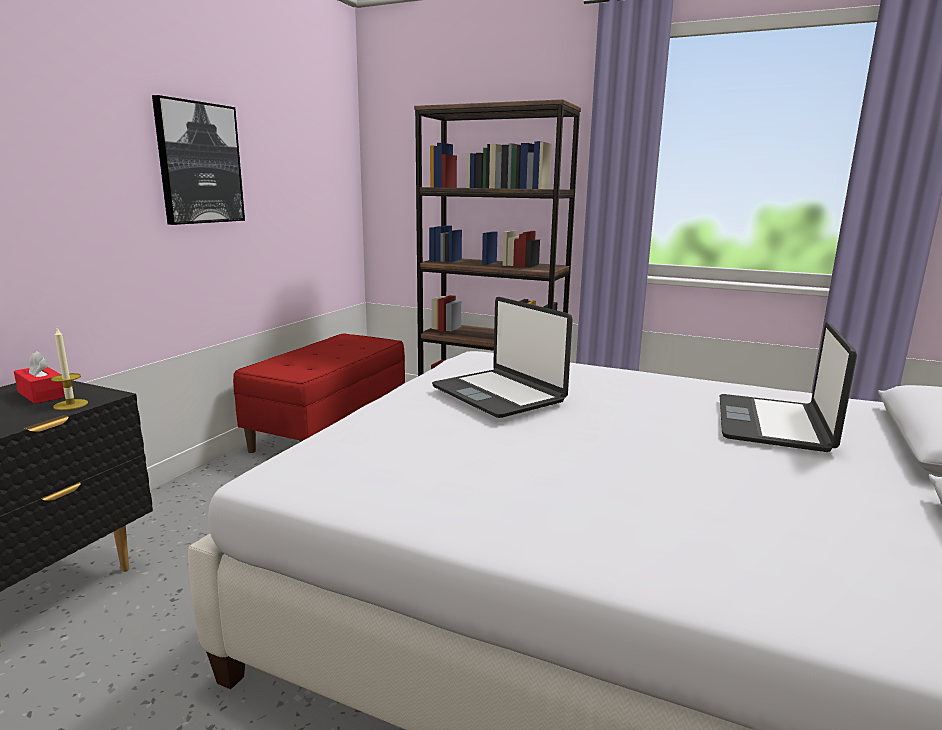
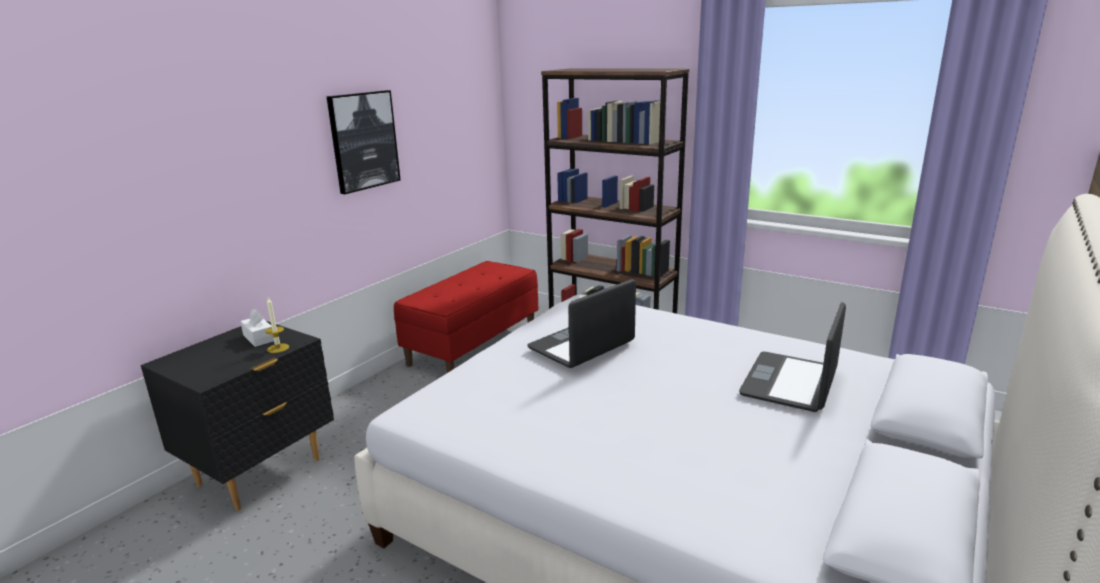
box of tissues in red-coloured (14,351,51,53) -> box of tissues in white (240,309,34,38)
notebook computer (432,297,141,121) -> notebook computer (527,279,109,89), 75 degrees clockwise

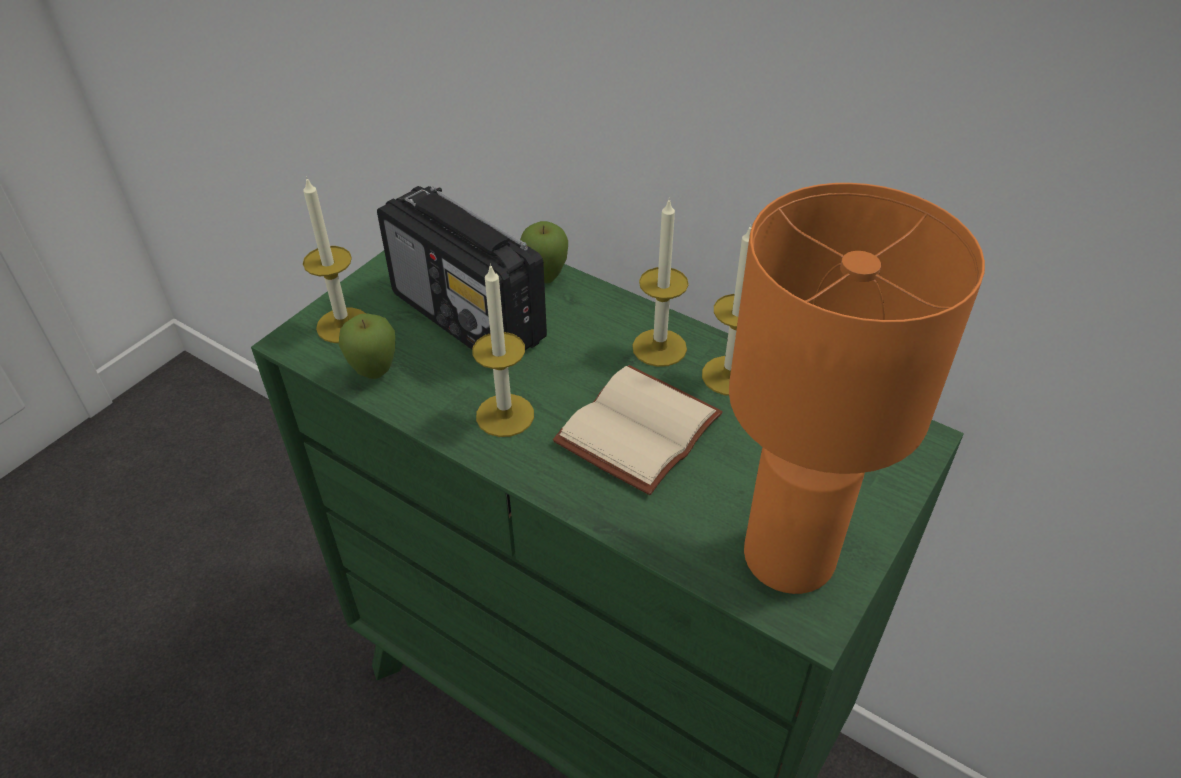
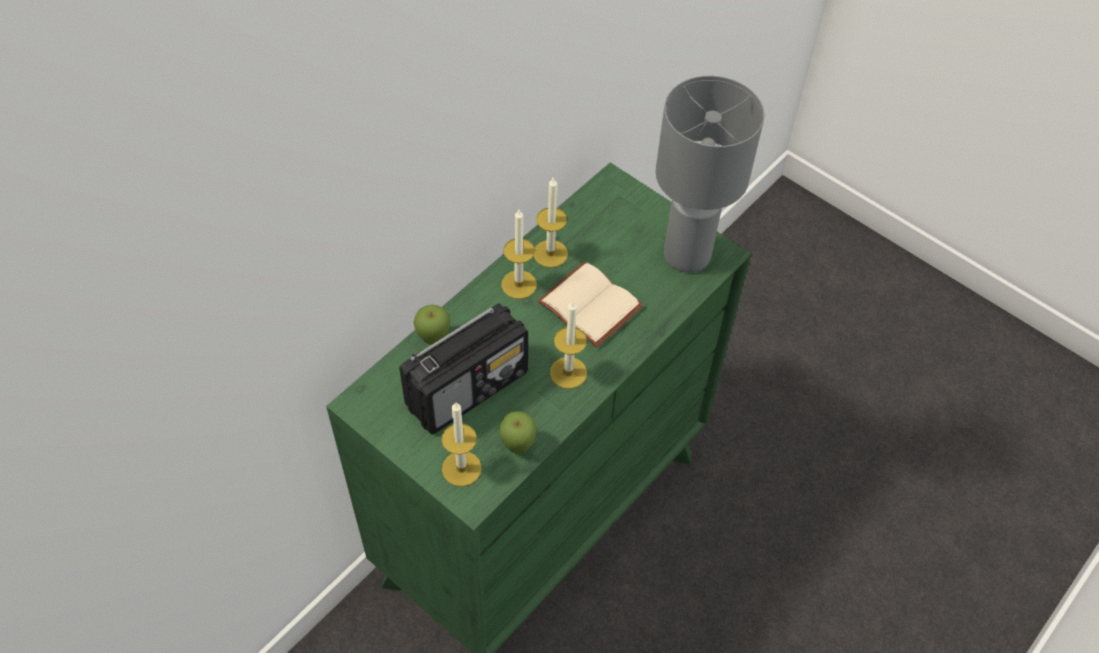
lamp for a table in orangey (729,183,256,411) -> lamp for a table in grey (656,76,108,197)

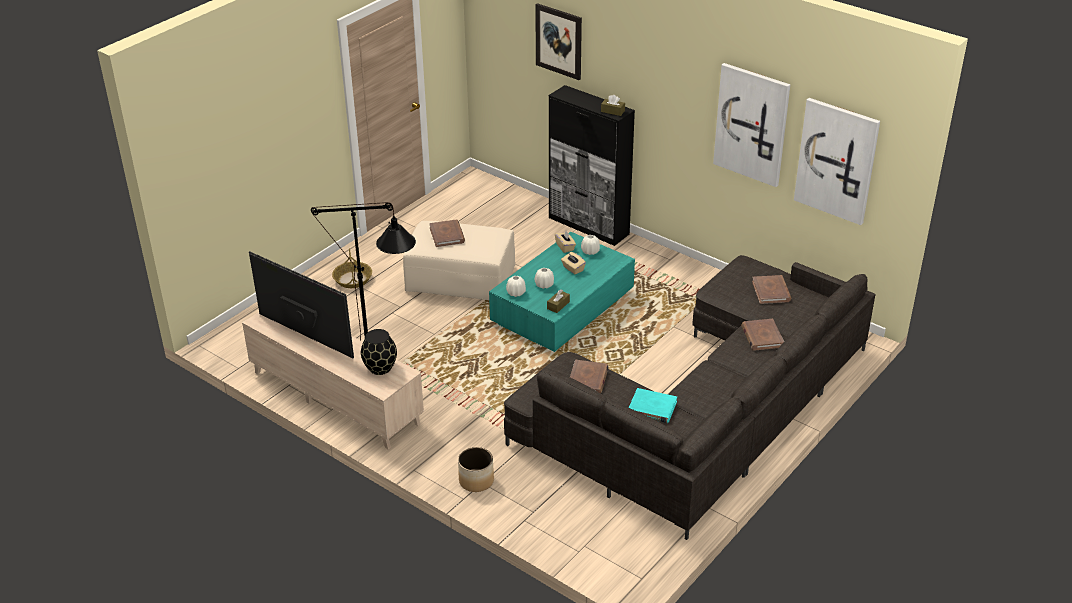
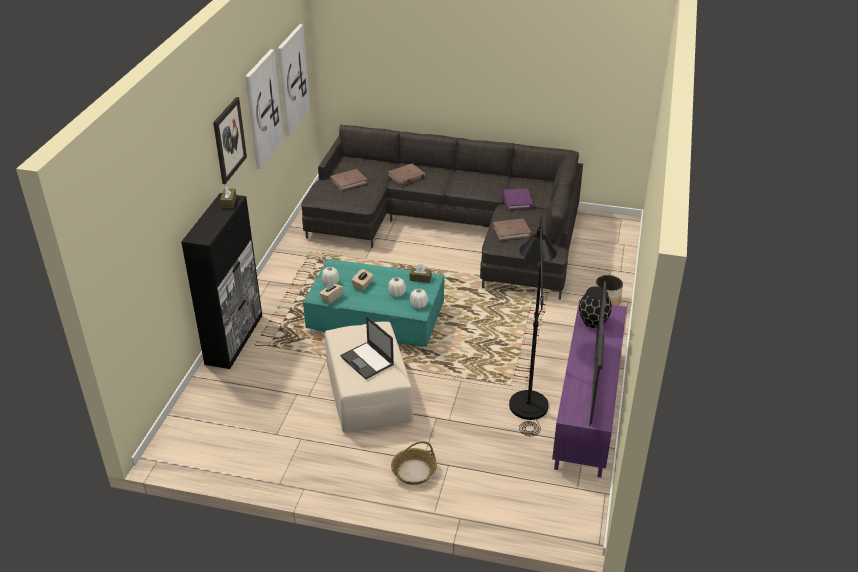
tv stand in beige (242,312,182,138) -> tv stand in purple (552,300,75,178)
book in brown (429,219,36,28) -> notebook computer (340,316,54,64)
wall art (535,3,47,77) -> wall art (213,97,34,87), moved
book in turquoise (629,388,48,35) -> book in purple (503,189,31,21)

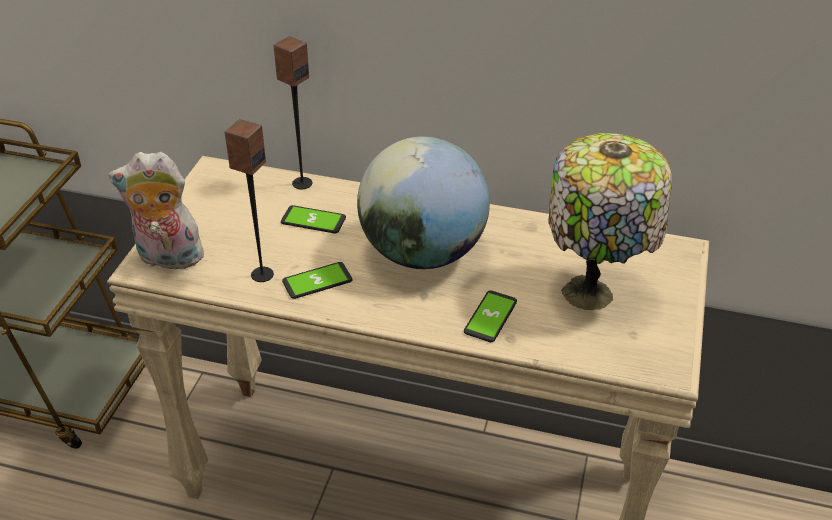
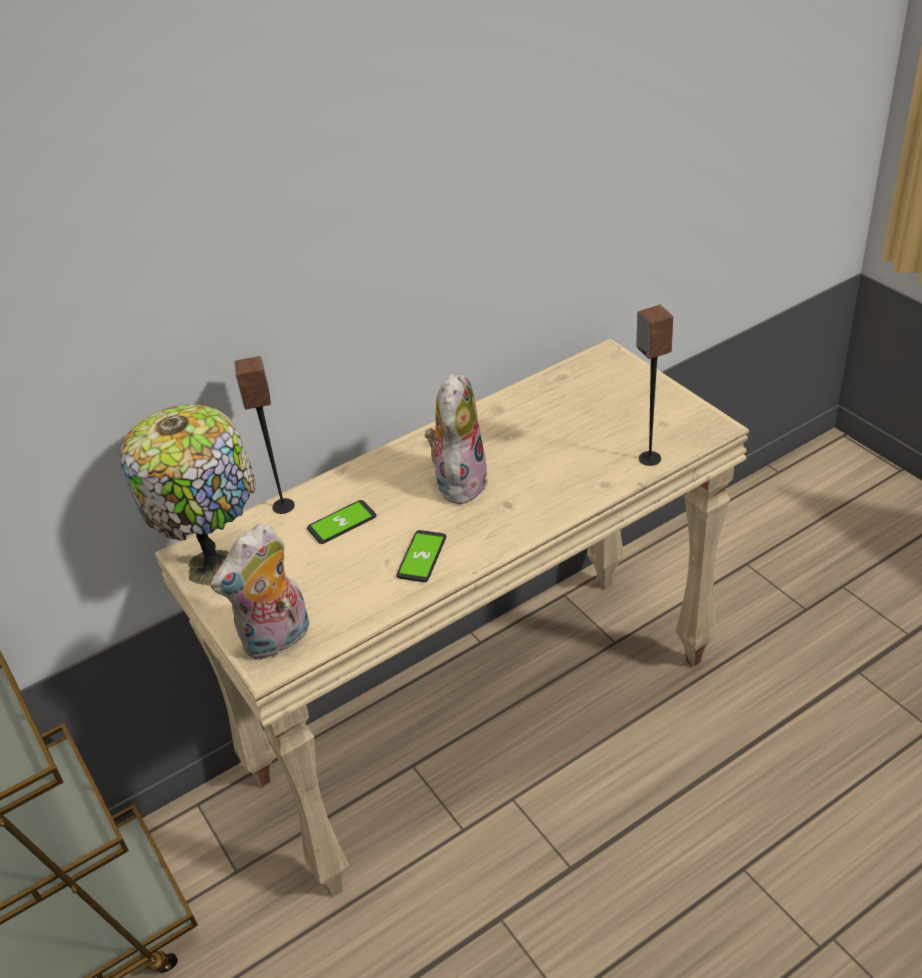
loudspeaker (224,119,50,163) -> loudspeaker (636,305,37,161), moved
desk globe (357,136,133,133) -> soft toy (425,373,63,131)
handset (464,290,53,52) -> none
lamp for a table (548,133,124,177) -> lamp for a table (120,404,136,181), moved

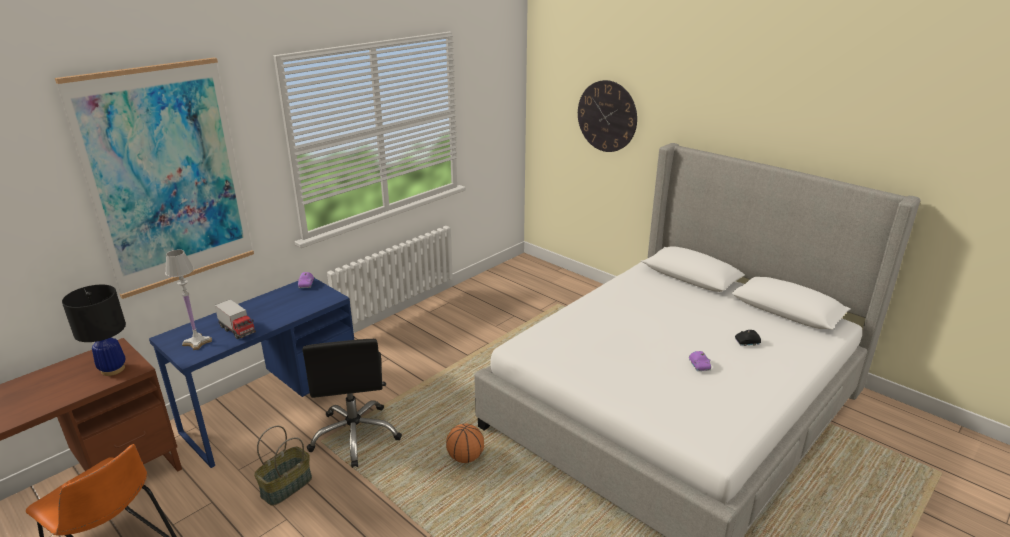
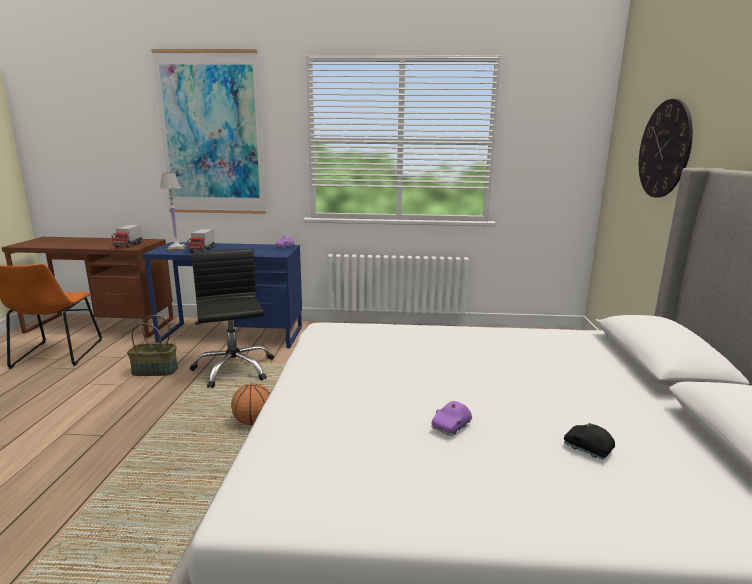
lamp for a table in blackish (62,285,64,91) -> toy truck (112,225,30,23)
computer chair in blackish (302,339,100,129) -> computer chair in blackish (190,249,84,139), 120 degrees clockwise

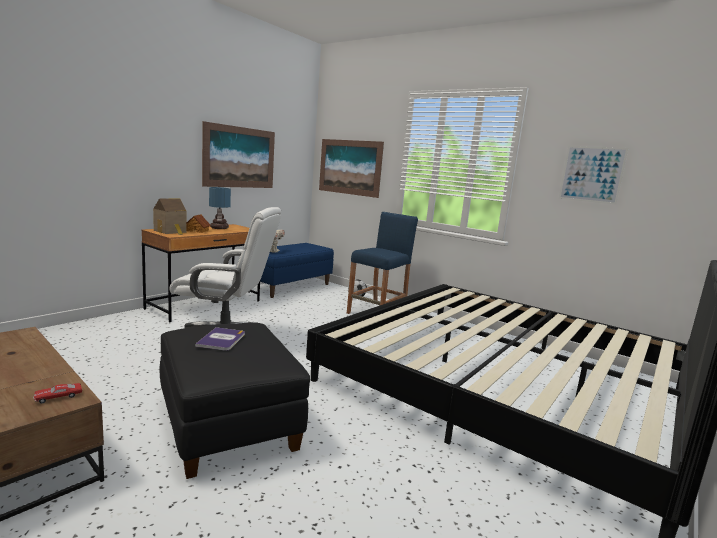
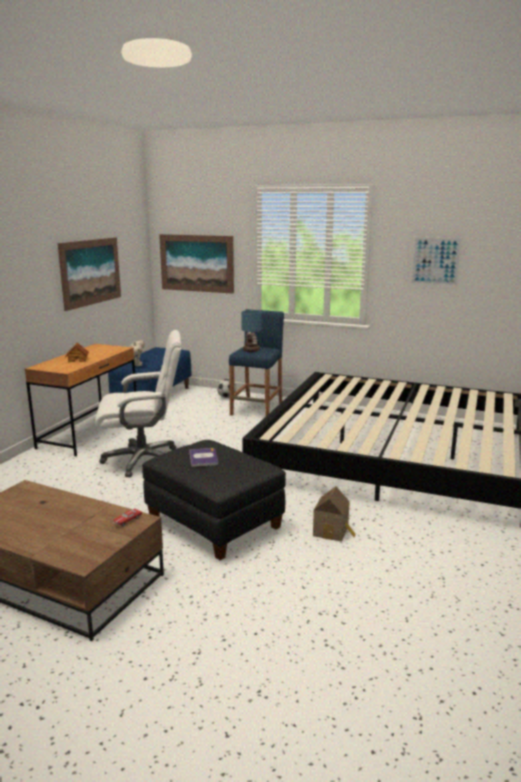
model house (153,198,34,37) -> model house (313,486,43,56), moved
lamp for a table (209,187,22,42) -> lamp for a table (241,310,21,42), moved

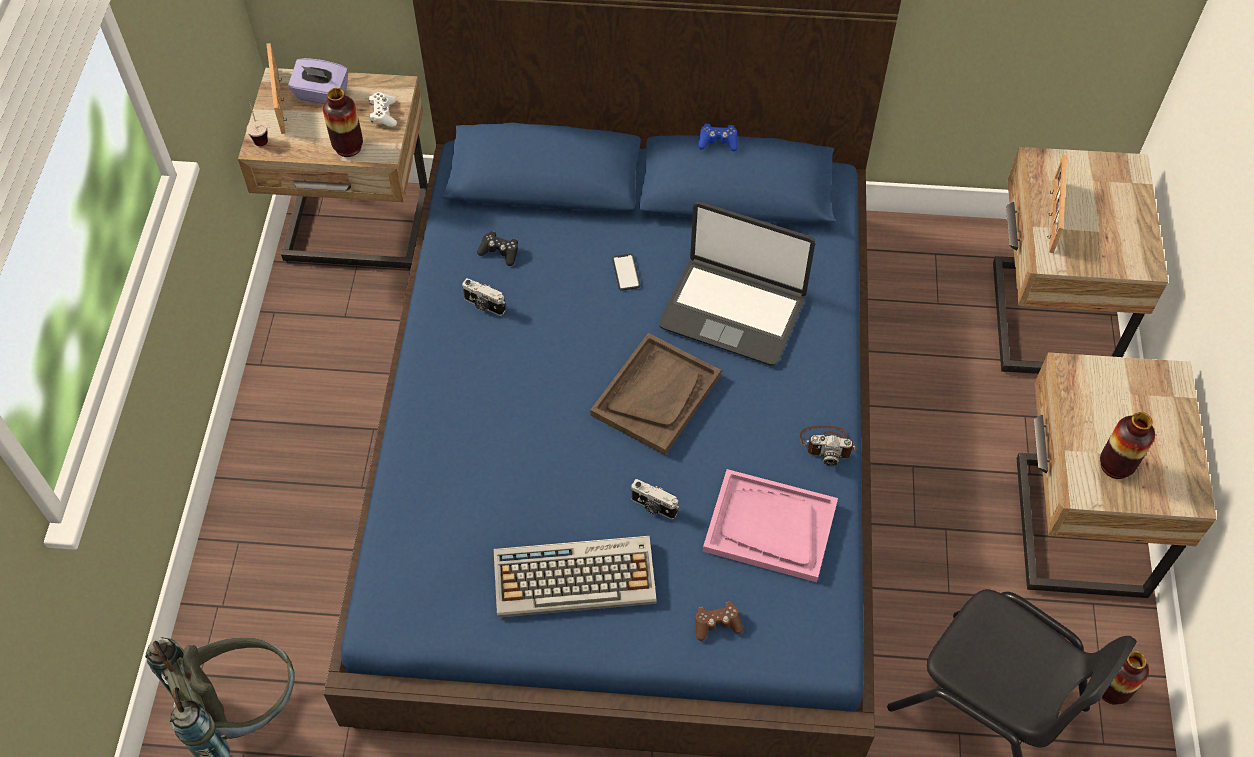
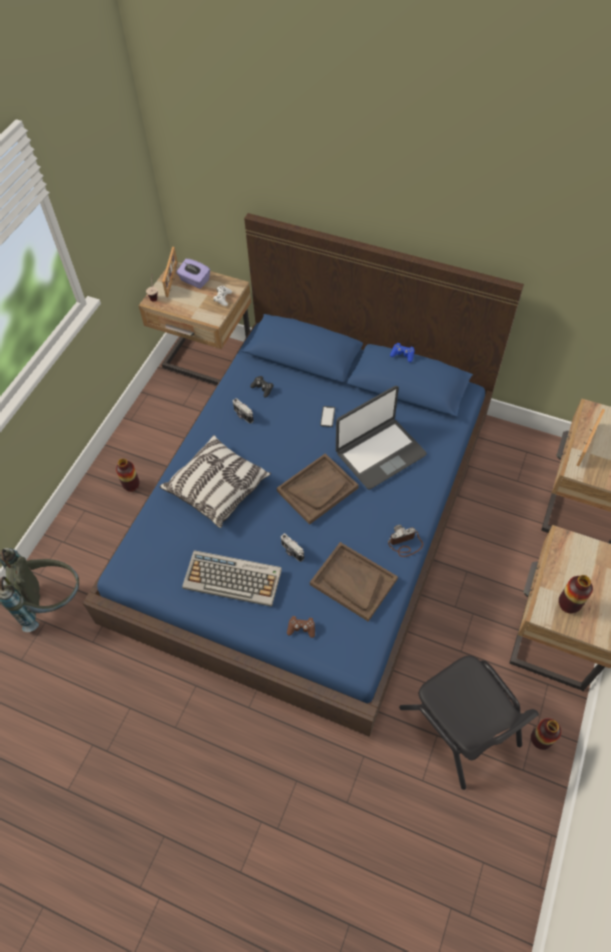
vase (323,88,40,69) -> vase (116,459,24,33), moved
notebook computer (659,202,156,164) -> notebook computer (336,386,91,104), 75 degrees counterclockwise
tray in pinkish (703,469,135,114) -> tray in brown (310,542,88,79)
still camera (800,426,56,40) -> still camera (388,525,35,32), 135 degrees clockwise
none -> pillow (160,435,111,93)

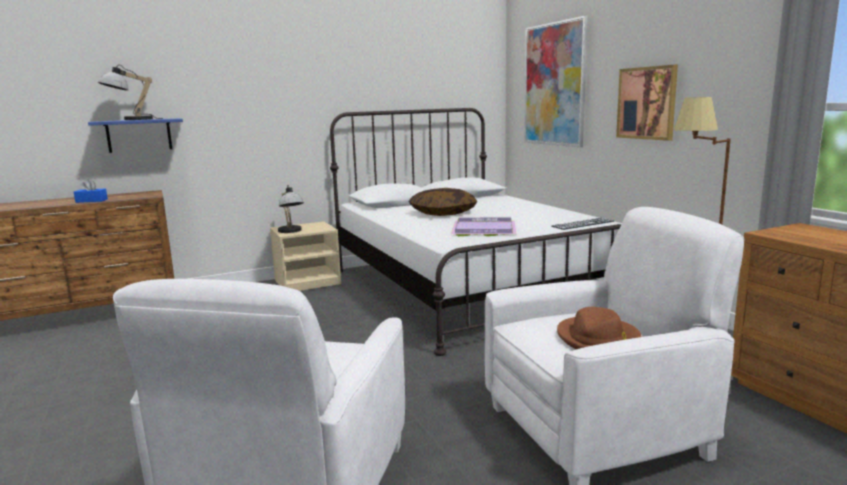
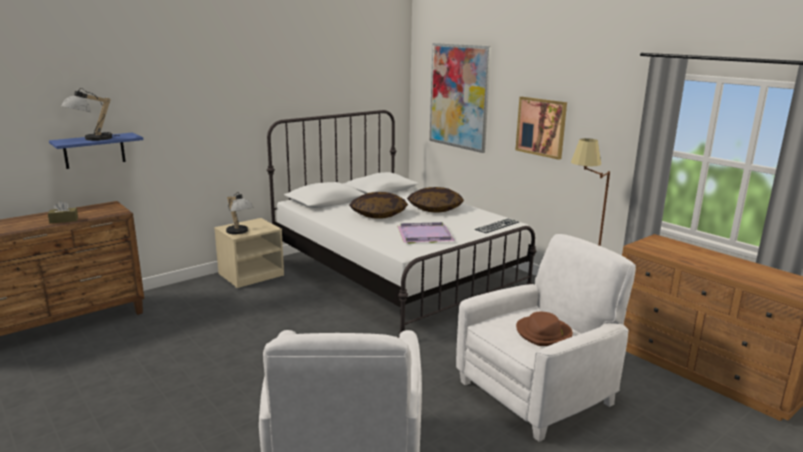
box of tissues in blue-coloured (74,179,34,24) -> box of tissues in brown (48,201,30,22)
none -> pillow (407,187,57,25)

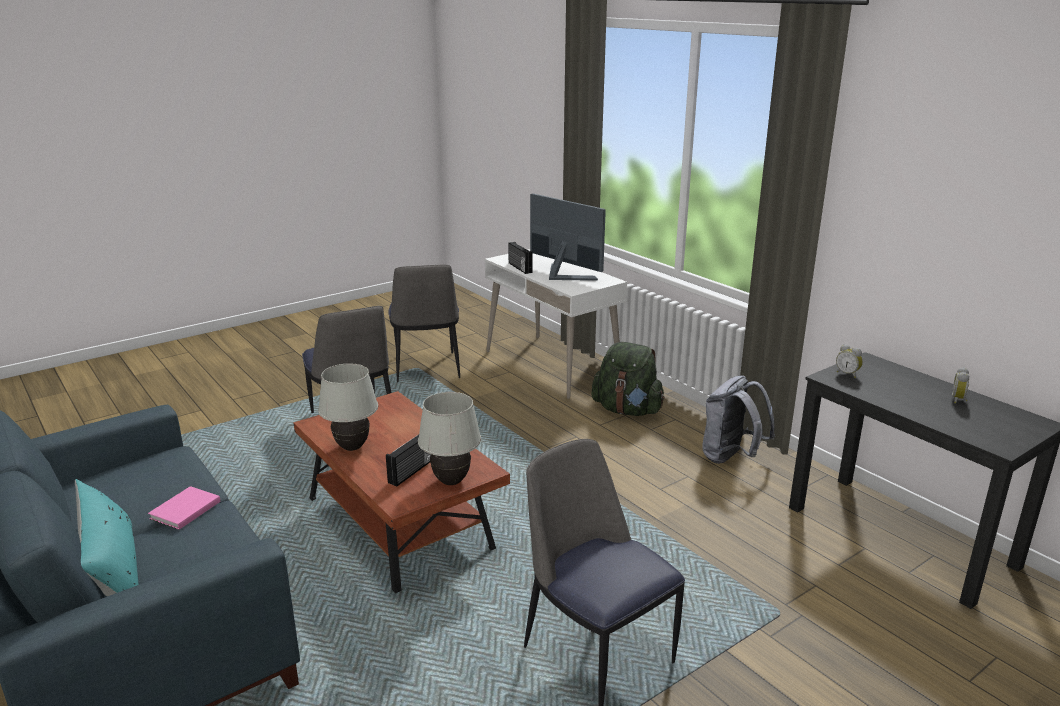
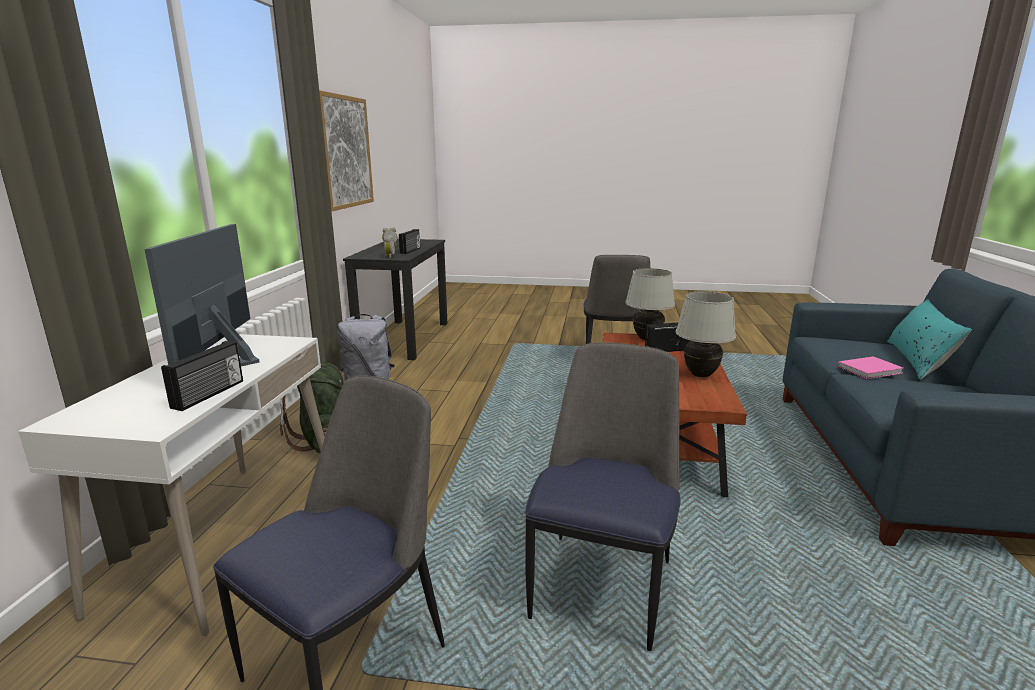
none -> wall art (319,90,55,122)
none -> radio receiver (399,229,21,25)

